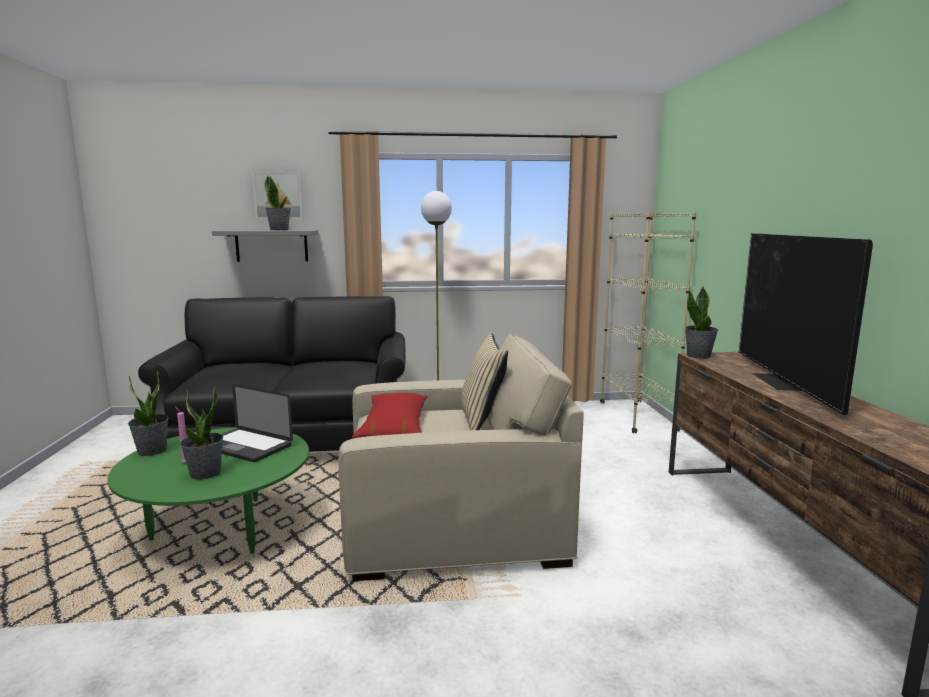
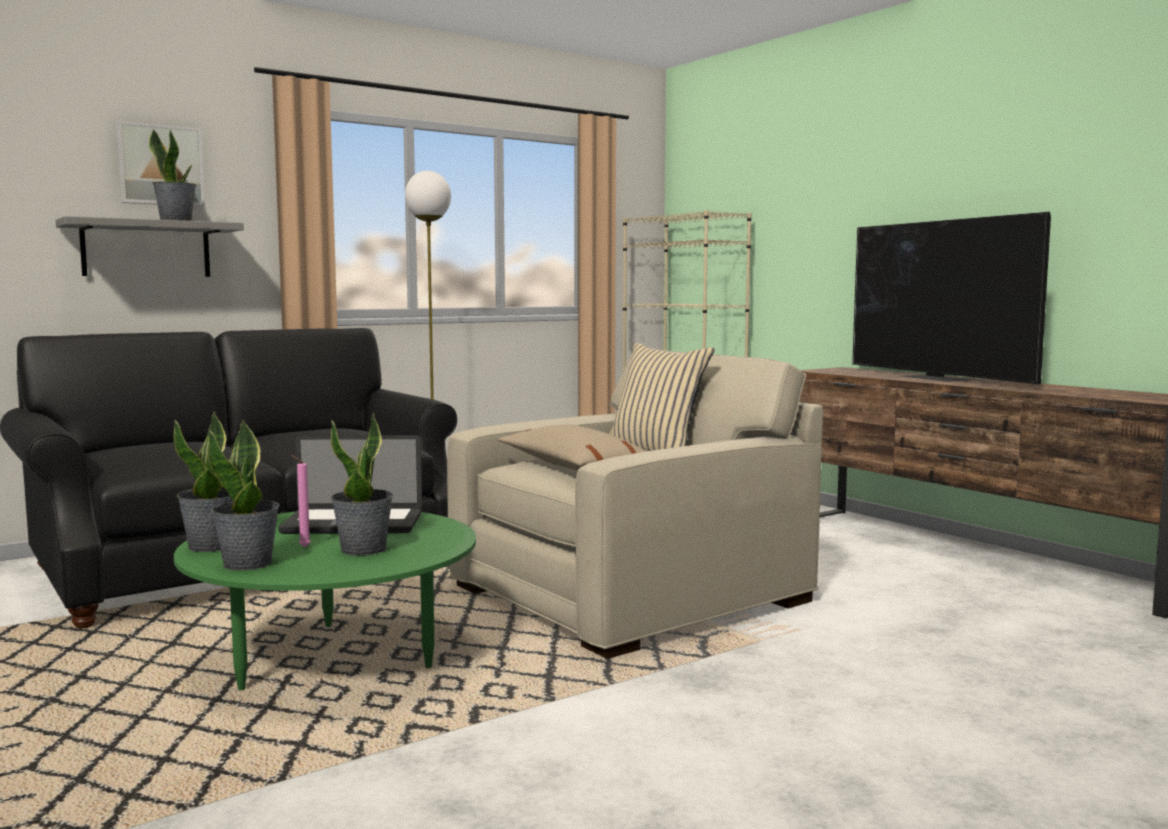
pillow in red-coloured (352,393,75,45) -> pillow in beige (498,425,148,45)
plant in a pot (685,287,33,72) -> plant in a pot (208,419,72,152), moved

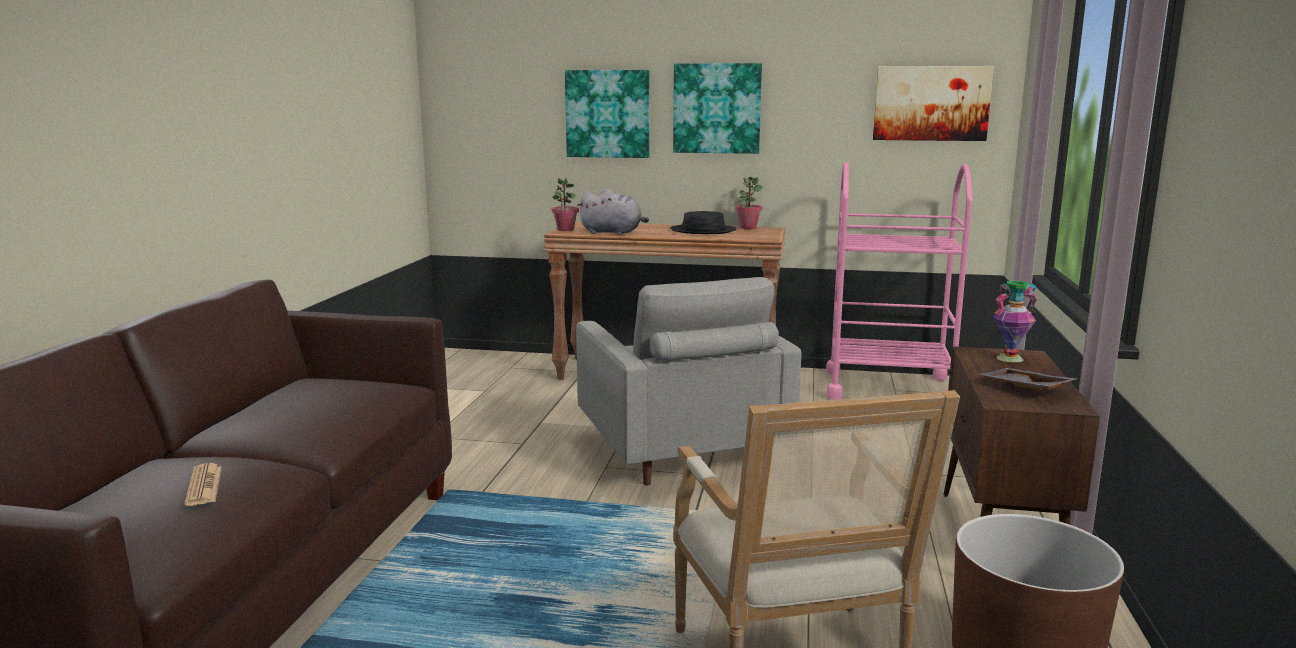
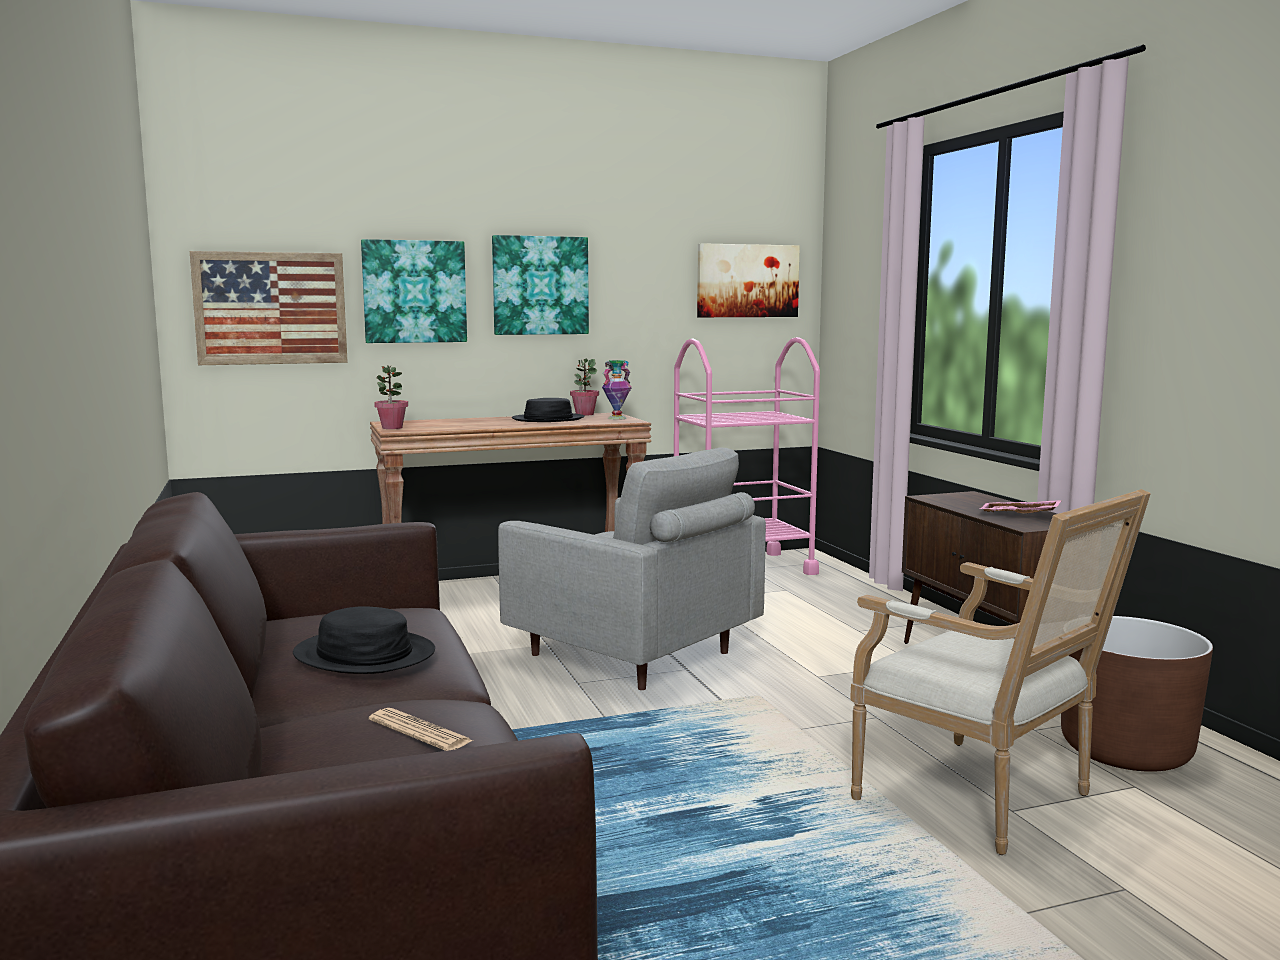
soft toy in grey (577,189,72,46) -> none
tray in grey (980,368,96,21) -> tray in pinkish (980,500,82,13)
vase (993,281,45,82) -> vase (602,360,30,60), moved
none -> wall art (190,251,158,114)
none -> wearable hat in blackish (293,606,142,68)

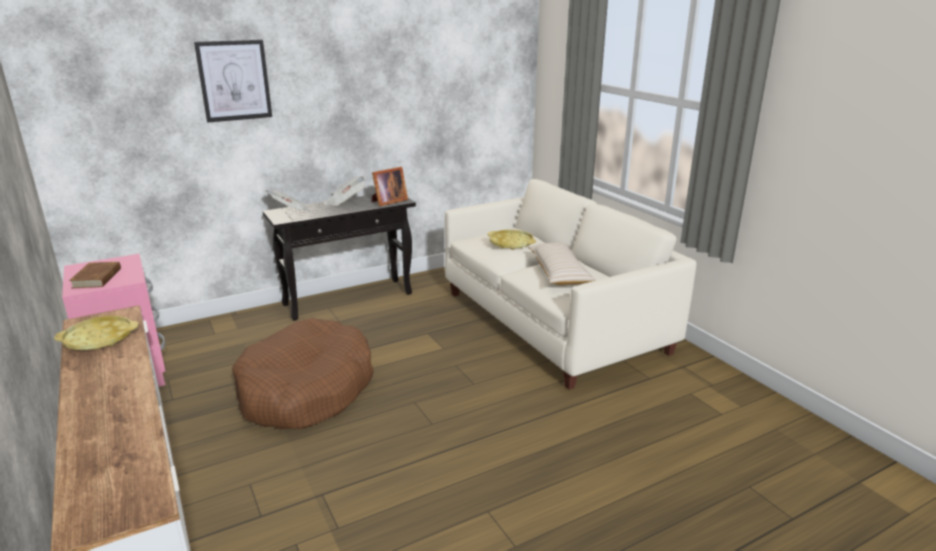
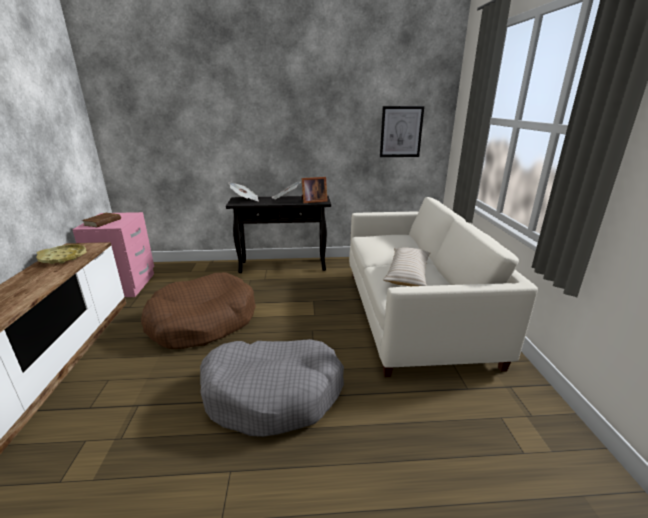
wall art (194,40,78,82) -> wall art (380,106,44,51), moved
tray in yellow-coloured (488,230,48,20) -> none
none -> pet bed in grey (200,339,144,98)

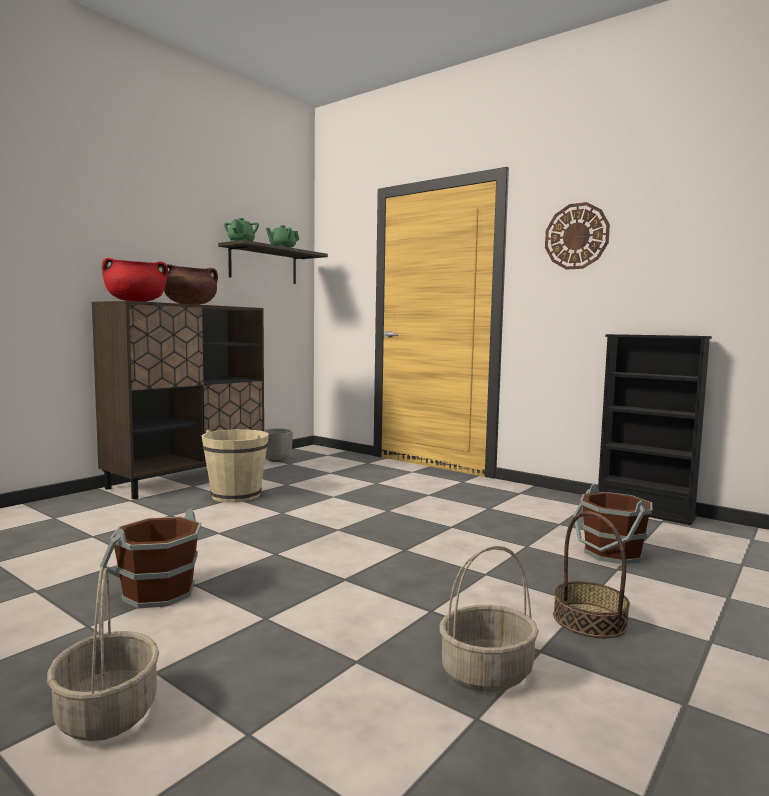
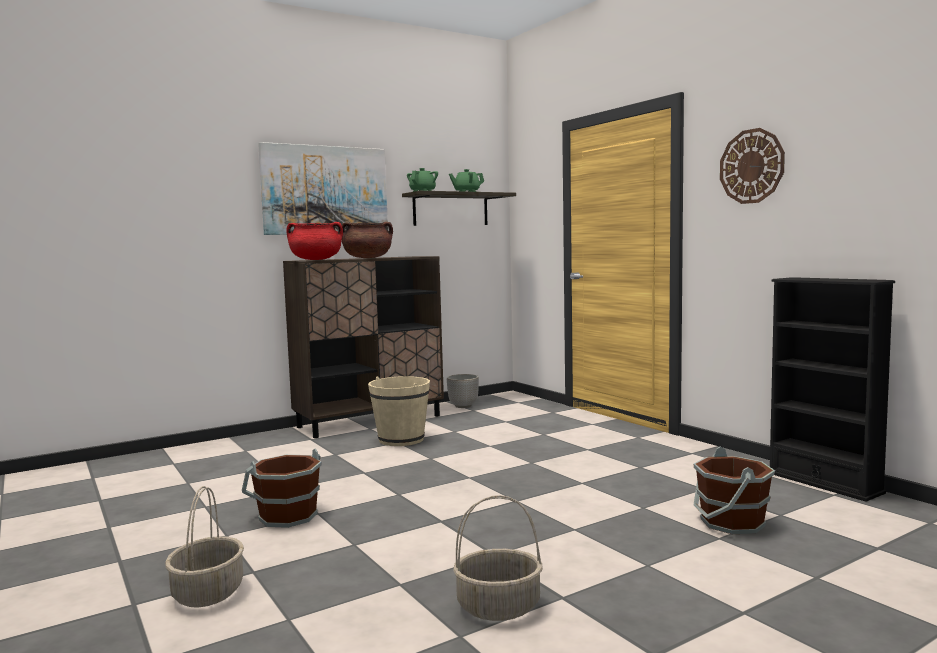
basket (553,511,77,127) -> none
none -> wall art (258,142,130,93)

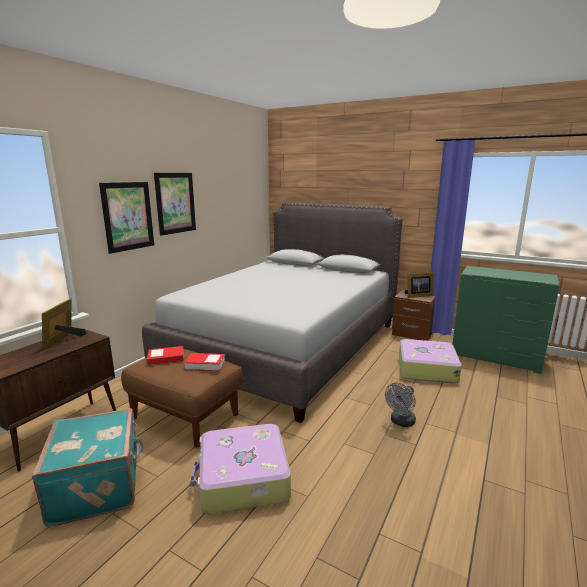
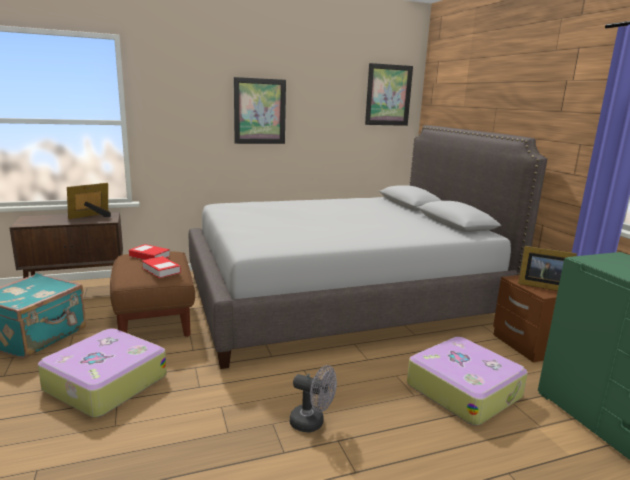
wall art (99,182,55,72) -> wall art (365,63,48,63), moved
fan in grey (385,382,31,45) -> fan in grey (290,365,47,68), 150 degrees counterclockwise

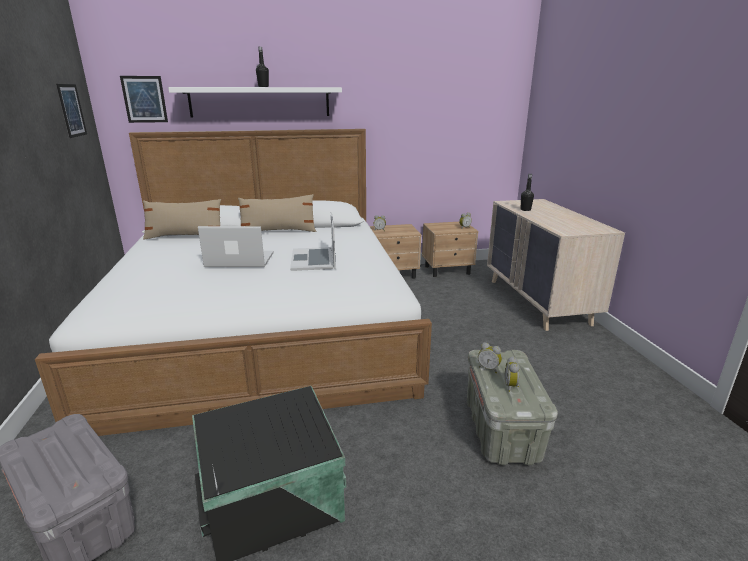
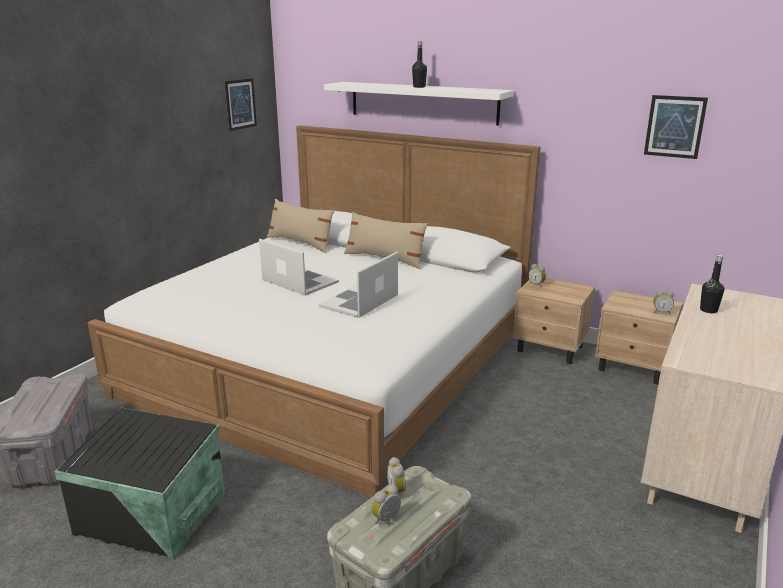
wall art (120,76,48,47) -> wall art (644,95,64,64), moved

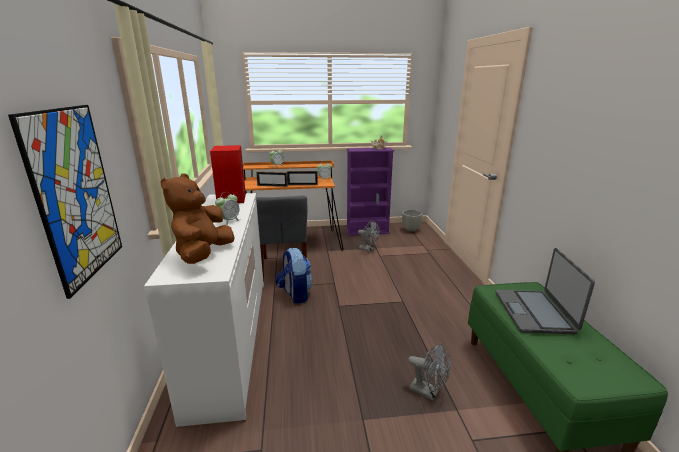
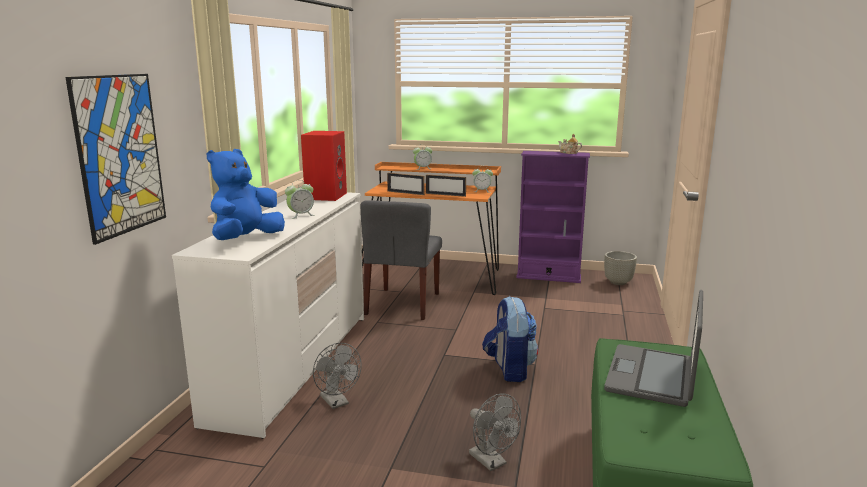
soft toy in brown (160,174,74,90) -> soft toy in blue-coloured (207,149,78,91)
rucksack (275,248,38,56) -> rucksack (482,296,56,86), moved
fan in grey (358,220,22,32) -> fan in grey (313,343,48,66), moved

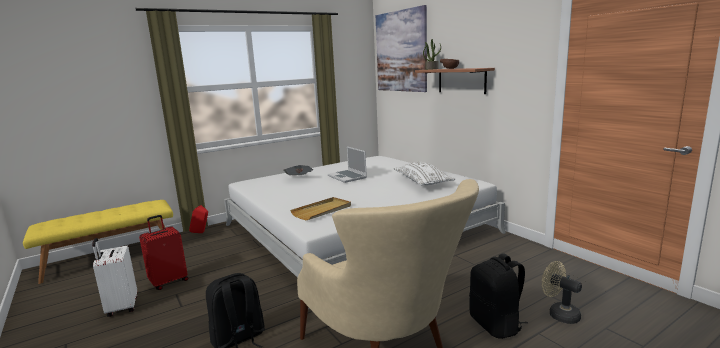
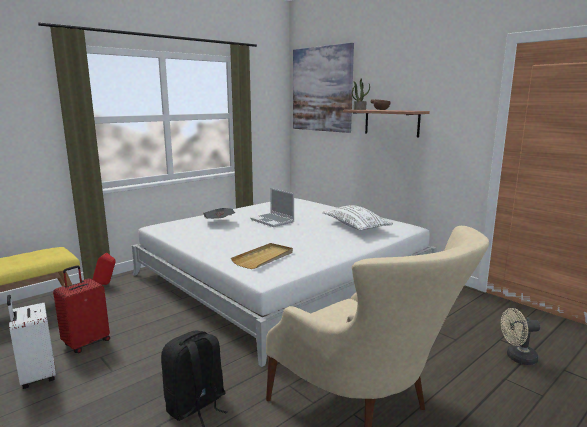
rucksack in blackish (469,253,59,86) -> none
fan in beige (542,261,40,63) -> fan in beige (501,308,39,57), 45 degrees counterclockwise

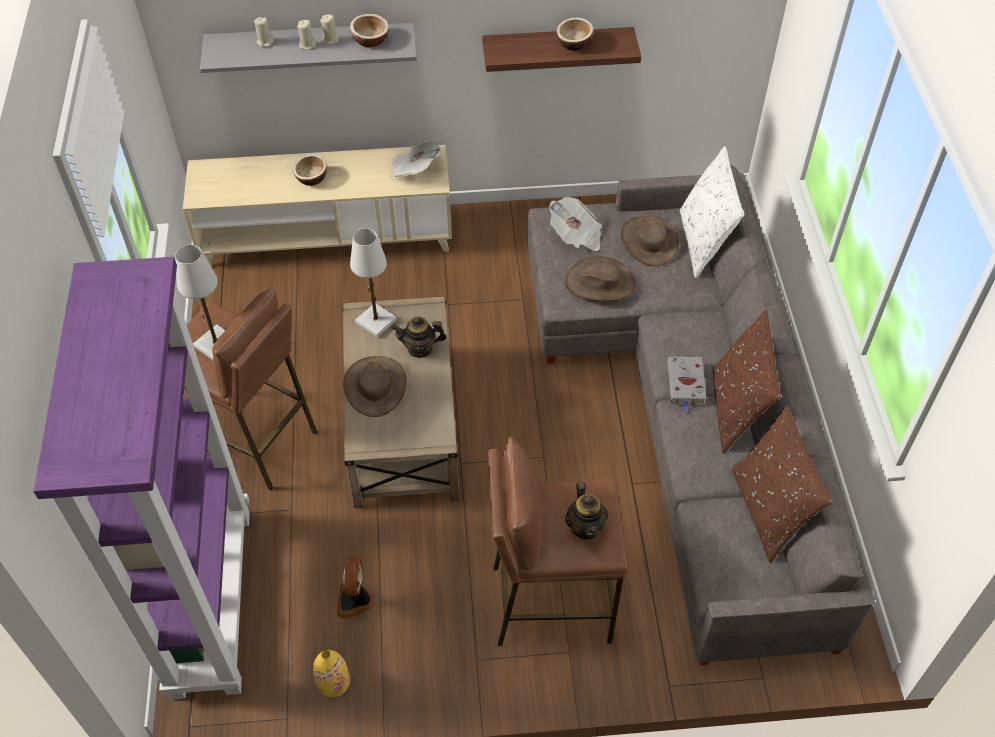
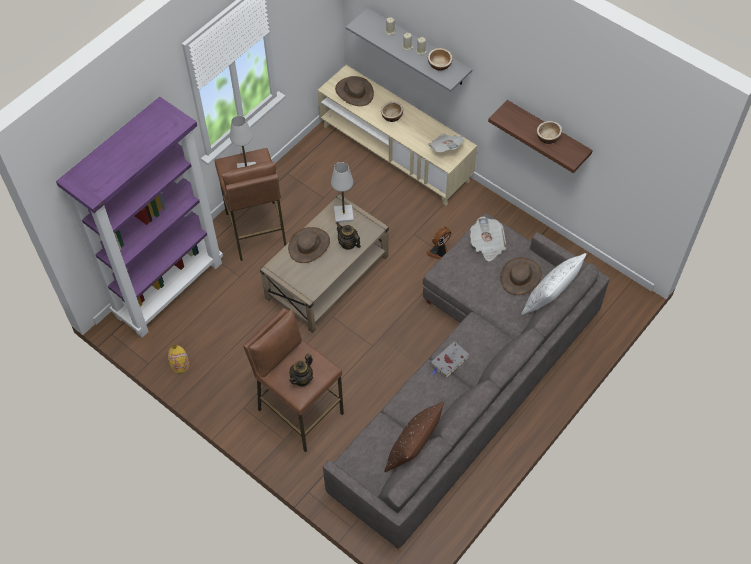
fan (337,557,36,62) -> fan (426,227,25,32), moved
wearable hat in brown (565,256,71,45) -> wearable hat in brown (335,76,39,30), moved
pillow in brown (713,310,68,144) -> none

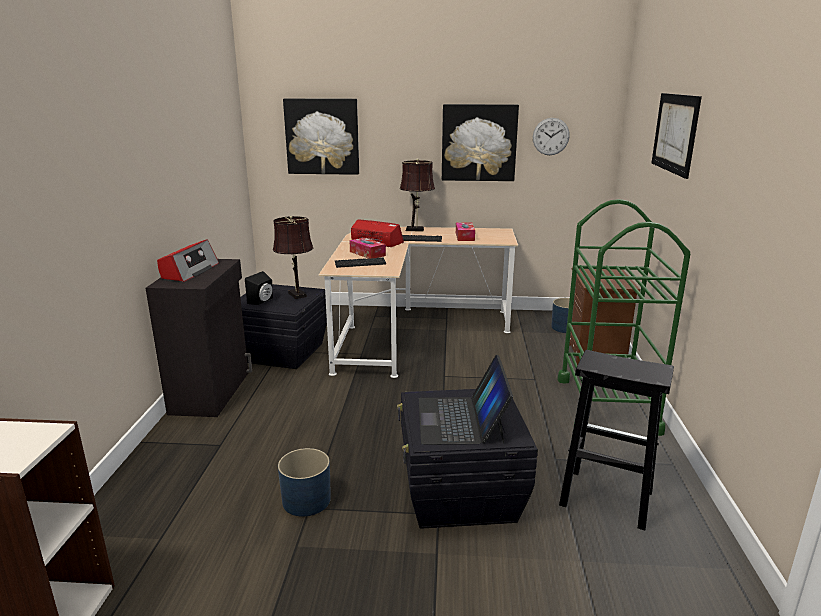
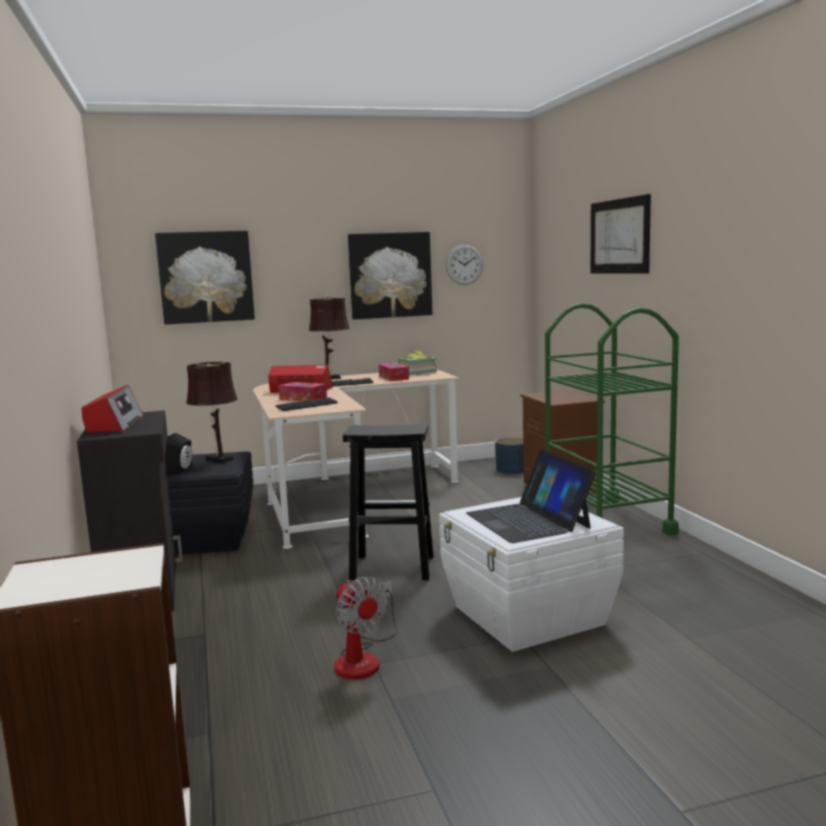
plant pot in blue-coloured (278,448,53,69) -> fan (334,577,64,102)
storage bin in blackish (397,389,141,140) -> storage bin in white (439,497,185,155)
stool seat in blackish (559,350,115,180) -> stool seat in blackish (343,424,91,156), moved
none -> book (398,350,39,24)

